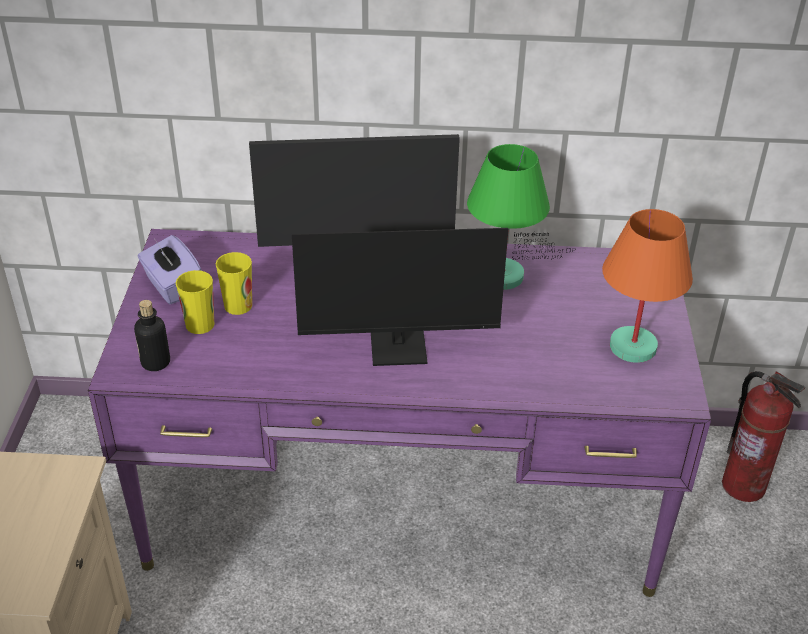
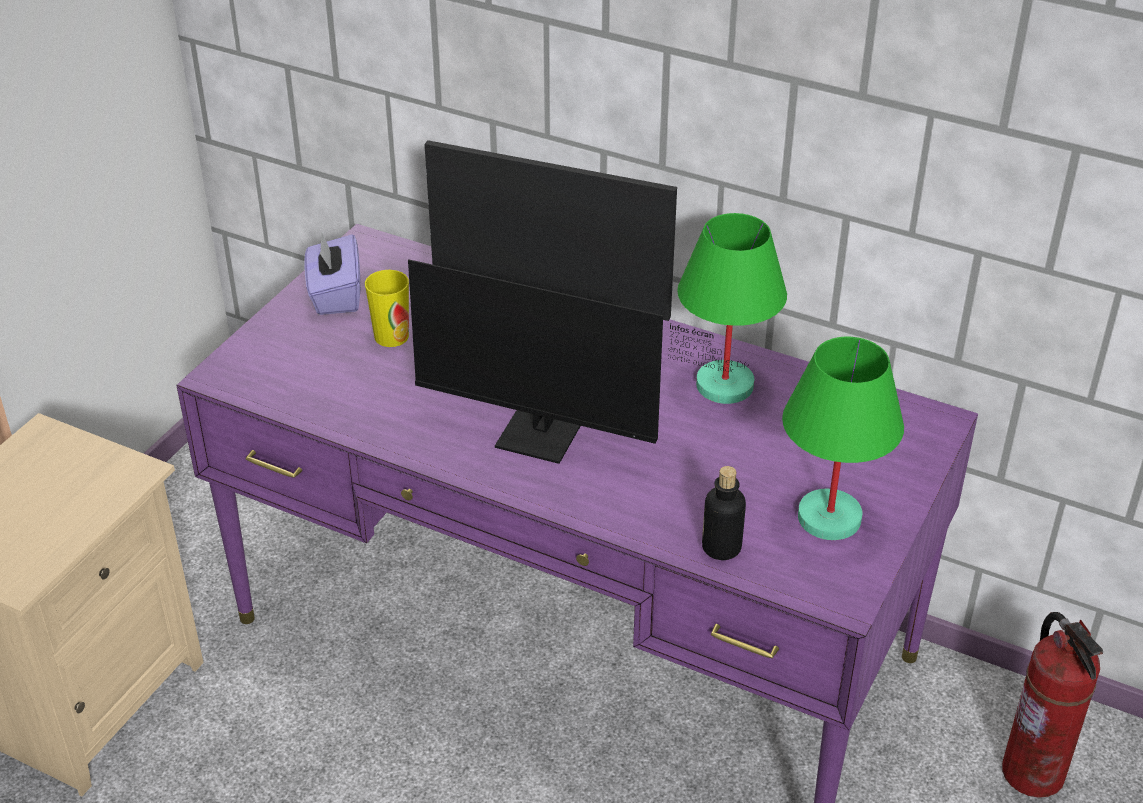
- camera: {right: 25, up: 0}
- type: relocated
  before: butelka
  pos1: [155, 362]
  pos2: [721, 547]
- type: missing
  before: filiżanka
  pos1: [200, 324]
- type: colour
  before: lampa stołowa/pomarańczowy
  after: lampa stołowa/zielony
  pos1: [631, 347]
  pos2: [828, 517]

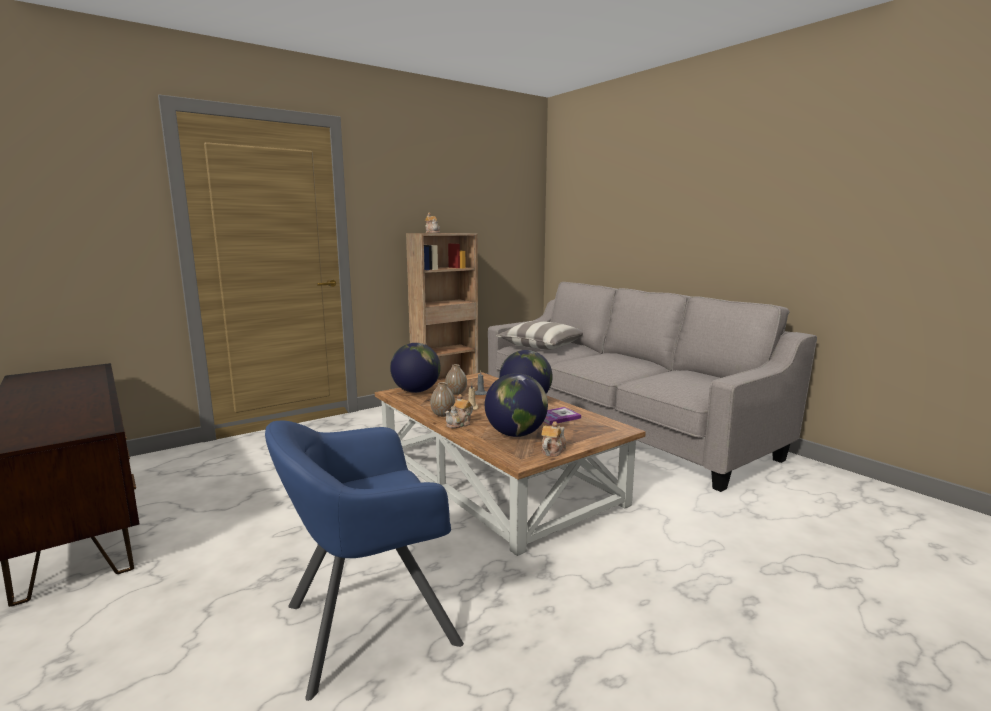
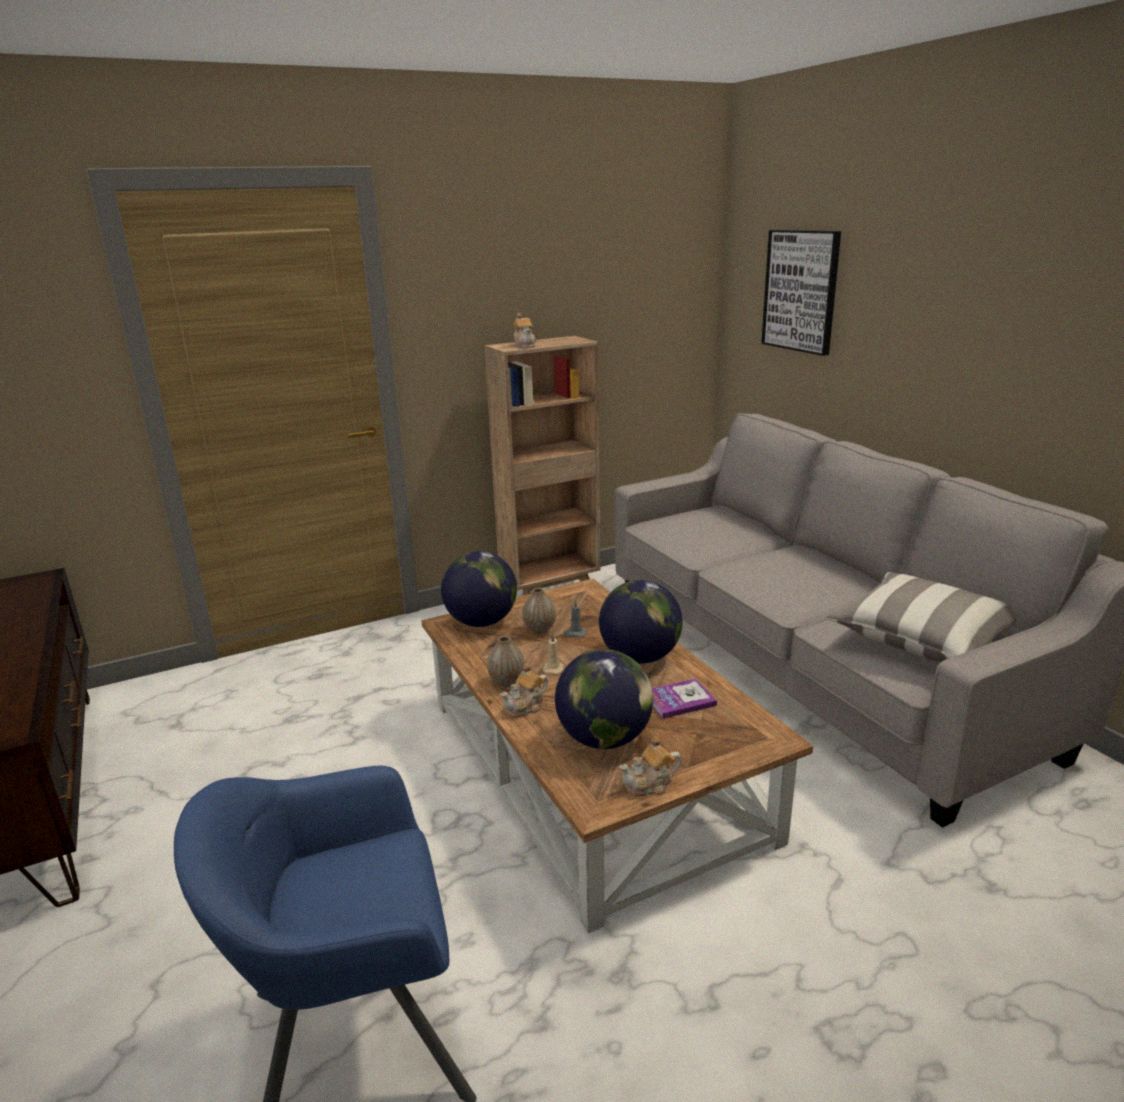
- camera: {right: 10, up: 10}
- type: relocated
  before: poduszka
  pos1: [541, 346]
  pos2: [923, 639]
- type: spun
  before: imbryk
  pos1: [552, 451]
  pos2: [650, 785]
  turn: -150
- type: appeared
  after: obraz
  pos2: [801, 291]

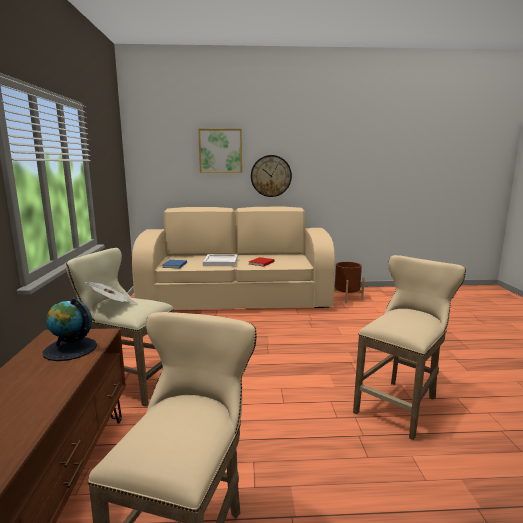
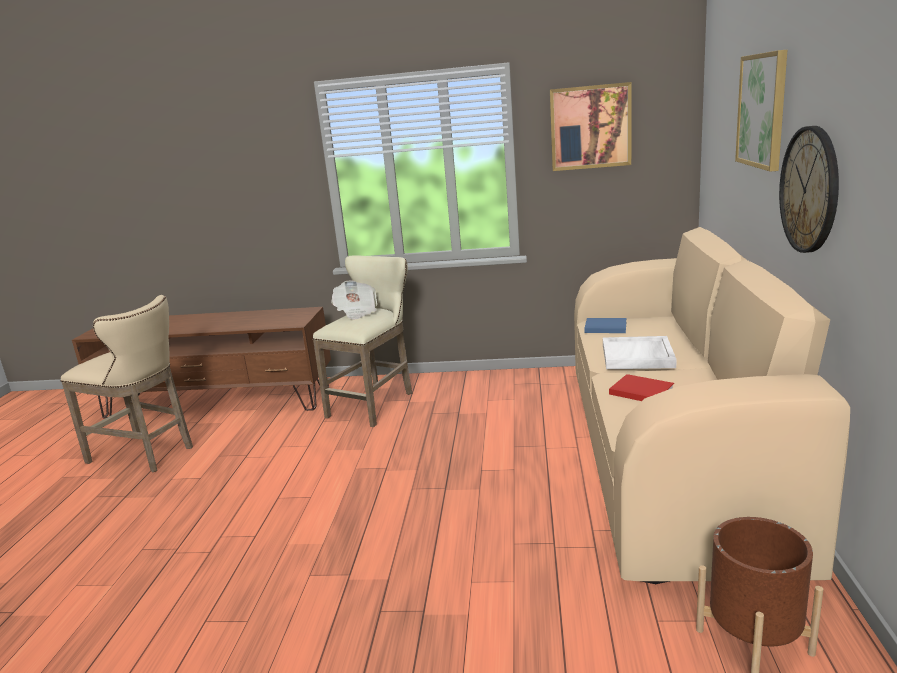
- camera: {right: 100, up: 5}
- type: missing
  before: globus
  pos1: [70, 349]
- type: missing
  before: stołek/beżowy
  pos1: [401, 404]
- type: appeared
  after: obraz
  pos2: [590, 127]

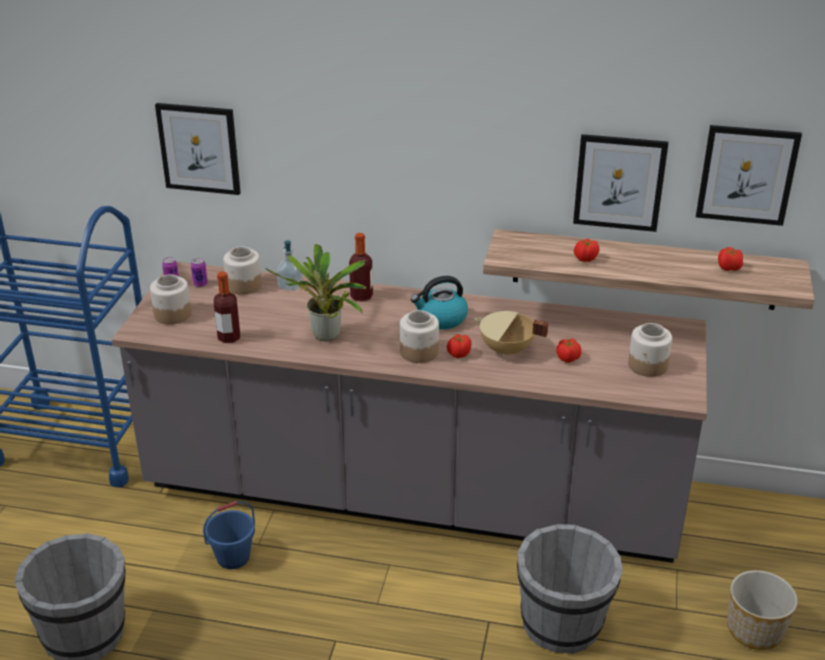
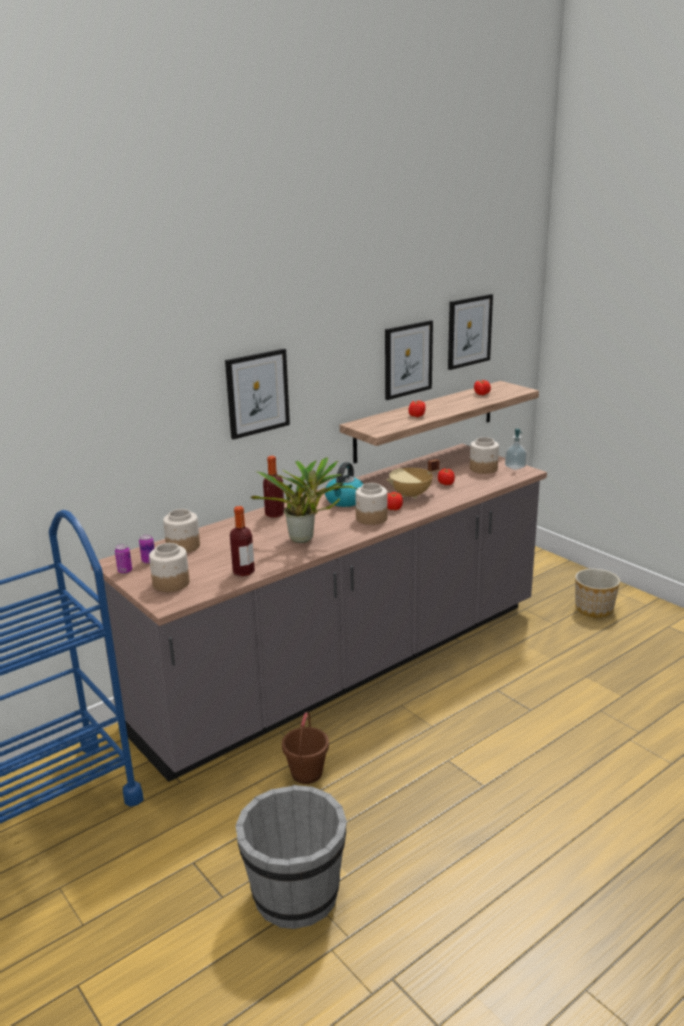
- camera: {right: -50, up: -10}
- type: relocated
  before: obraz
  pos1: [199, 148]
  pos2: [257, 393]
- type: colour
  before: wiadro/niebieski
  after: wiadro/brązowy
  pos1: [233, 557]
  pos2: [306, 773]
- type: relocated
  before: dozownik mydła
  pos1: [290, 286]
  pos2: [515, 467]
- type: missing
  before: wiadro/szary
  pos1: [562, 624]

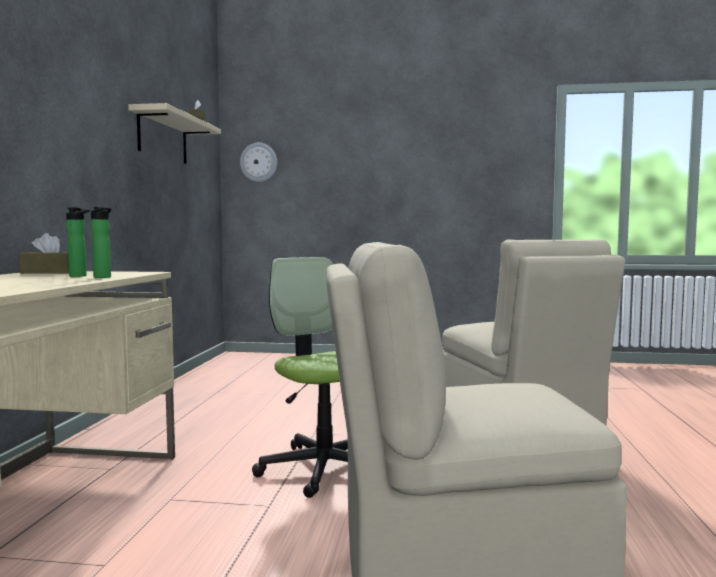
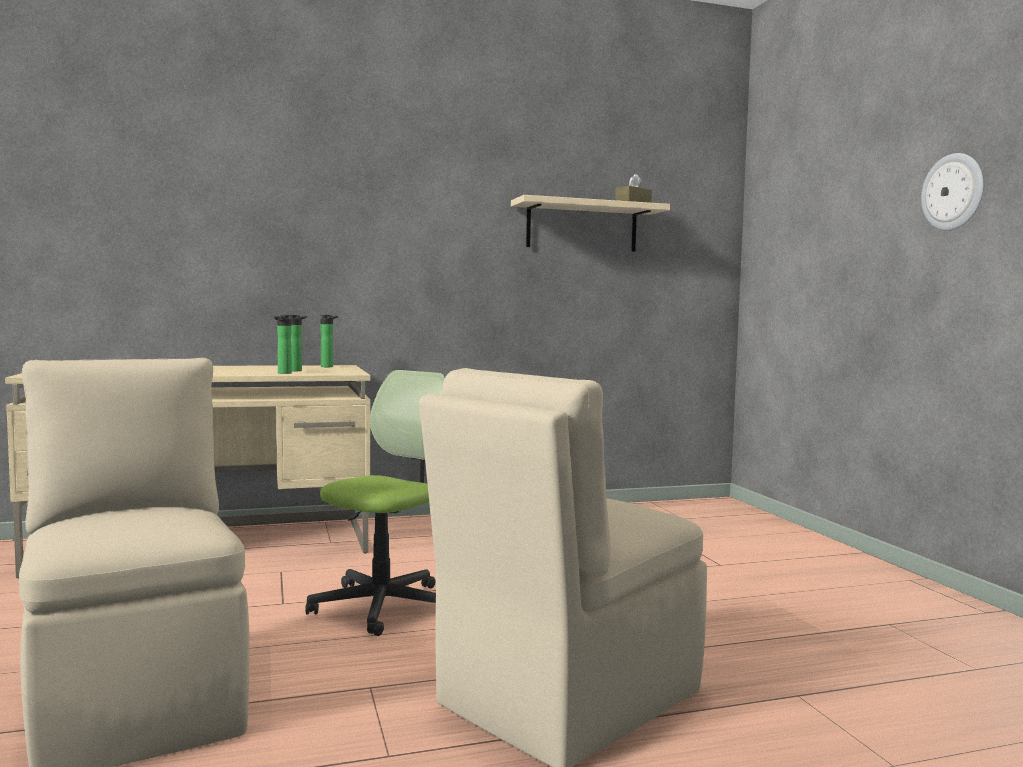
- camera: {right: 65, up: 0}
- type: exchanged
  before: pudełko chusteczek/brązowy
  after: butelka
  pos1: [49, 272]
  pos2: [329, 367]
- type: relocated
  before: zegar ścienny
  pos1: [259, 162]
  pos2: [953, 192]

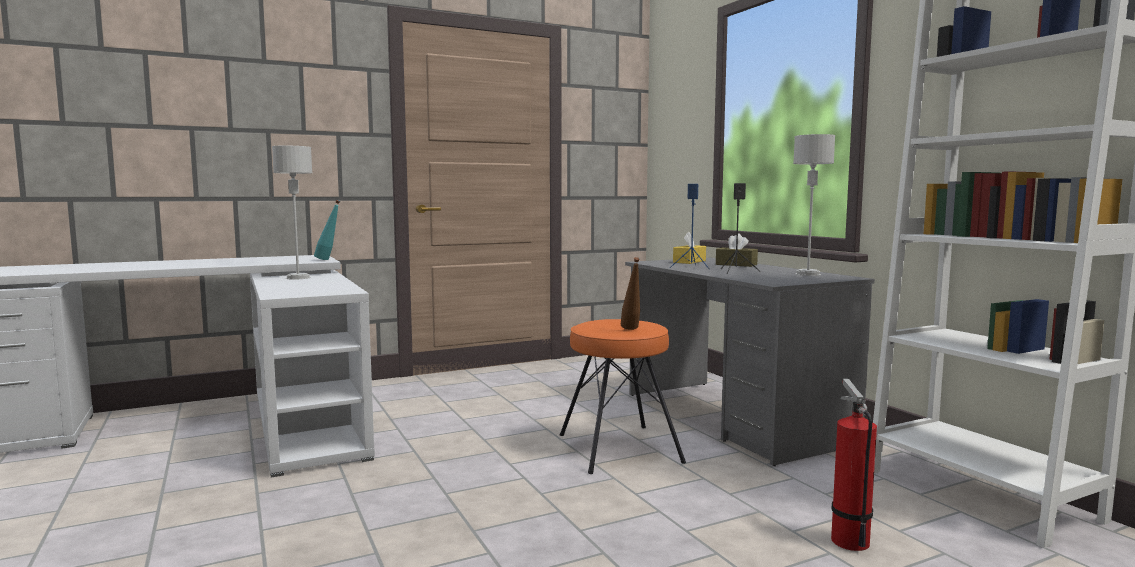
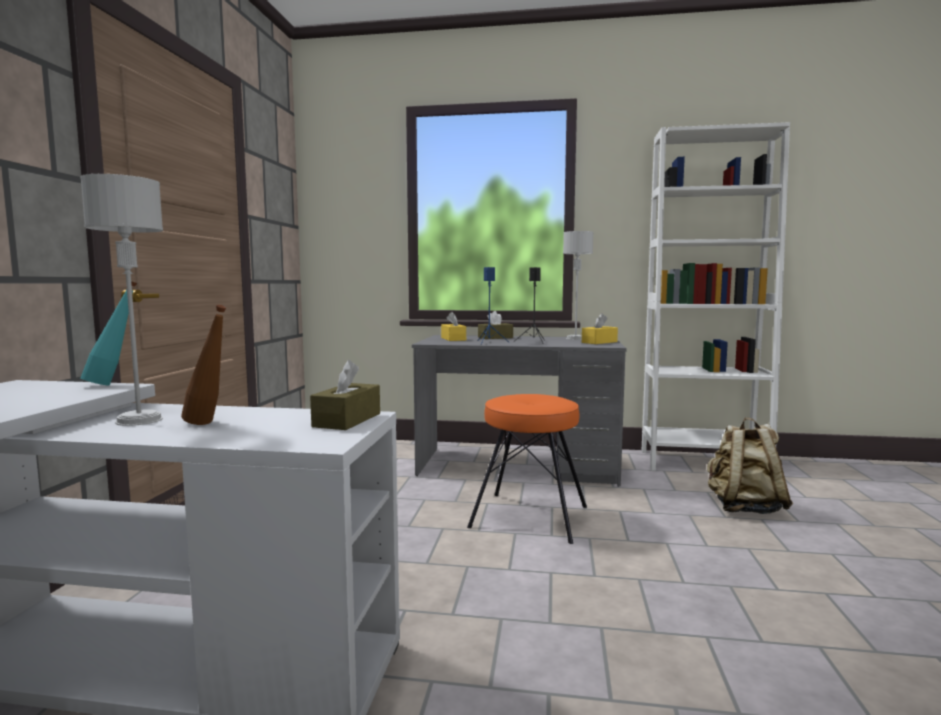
- camera: {right: -55, up: 0}
- type: relocated
  before: butelka/brązowy
  pos1: [631, 330]
  pos2: [209, 424]
- type: exchanged
  before: gaśnica
  after: plecak/beżowy
  pos1: [848, 539]
  pos2: [744, 508]
- type: appeared
  after: pudełko chusteczek/brązowy
  pos2: [347, 420]
- type: appeared
  after: pudełko chusteczek/żółty
  pos2: [599, 342]

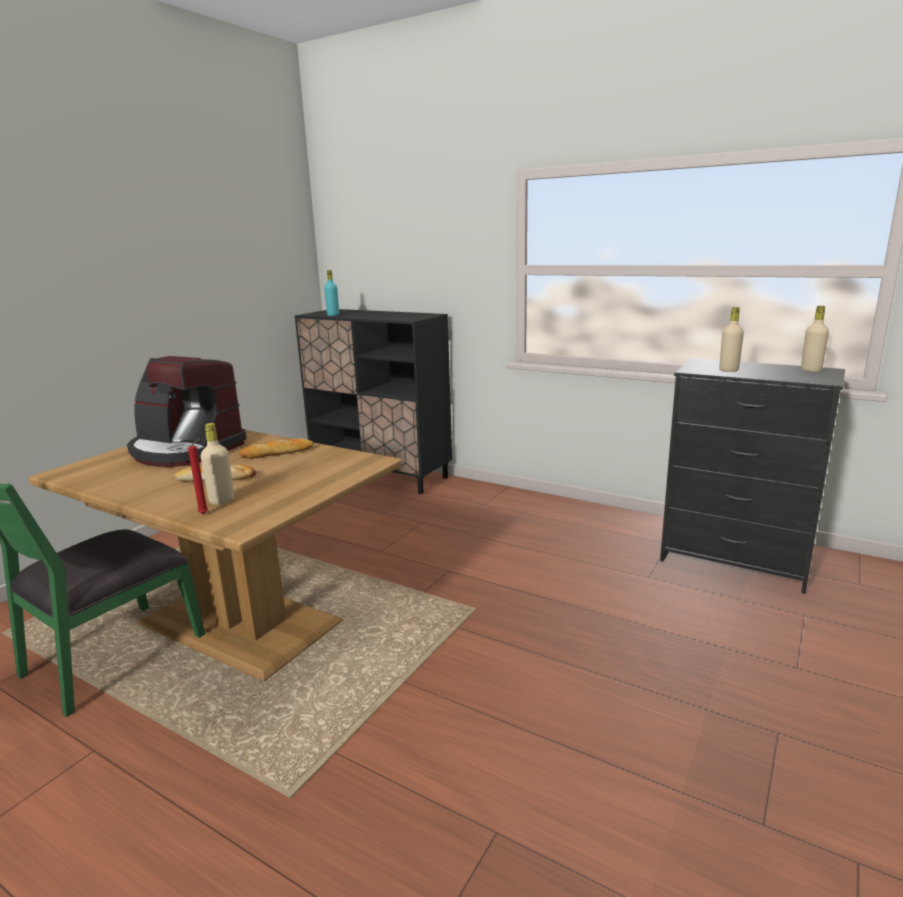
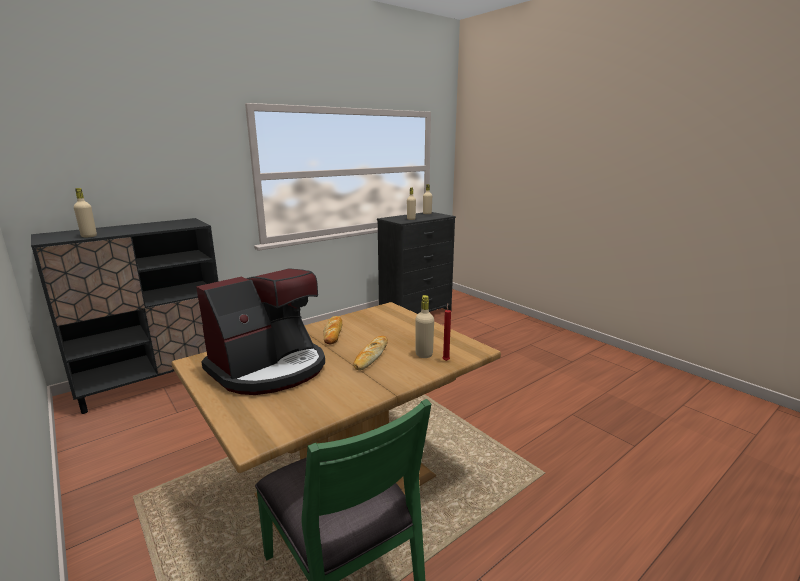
- camera: {right: -70, up: 0}
- type: colour
  before: butelka/turkusowy
  after: butelka/beżowy
  pos1: [333, 315]
  pos2: [89, 236]

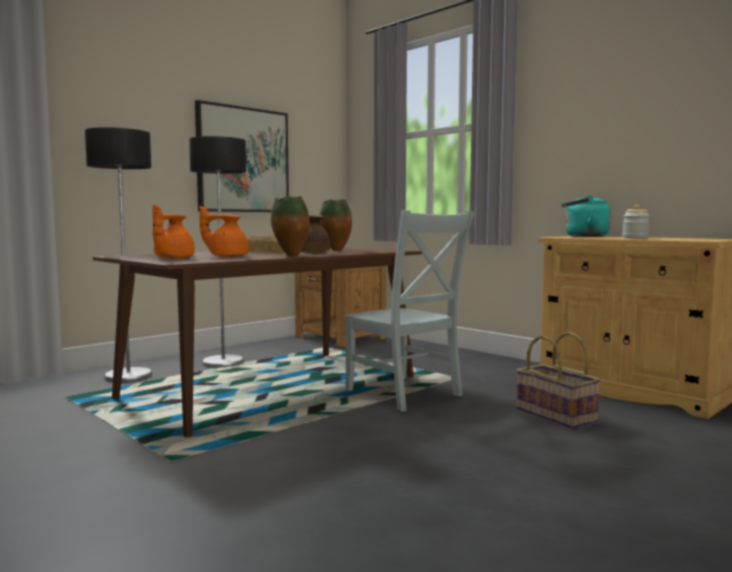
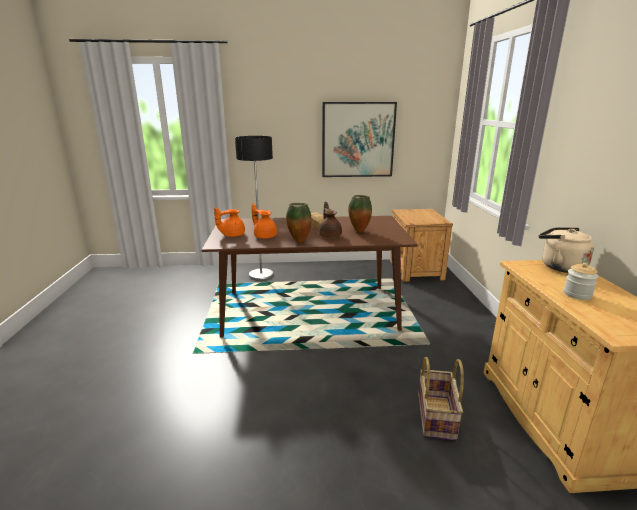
- camera: {right: 40, up: 15}
- type: missing
  before: lampa stojąca
  pos1: [223, 362]
- type: missing
  before: krzesło/szary
  pos1: [405, 394]
- type: colour
  before: czajnik/turkusowy
  after: czajnik/beżowy
  pos1: [583, 236]
  pos2: [559, 266]

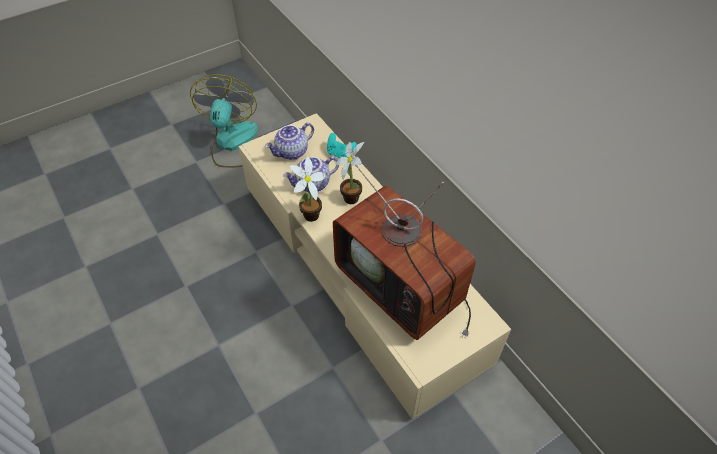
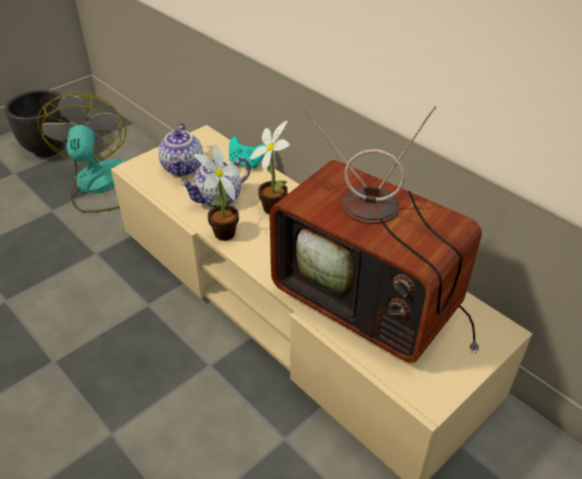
- camera: {right: -10, up: -10}
- type: spun
  before: imbryk
  pos1: [292, 152]
  pos2: [184, 168]
  turn: -45
- type: appeared
  after: donica/czarny
  pos2: [48, 149]

